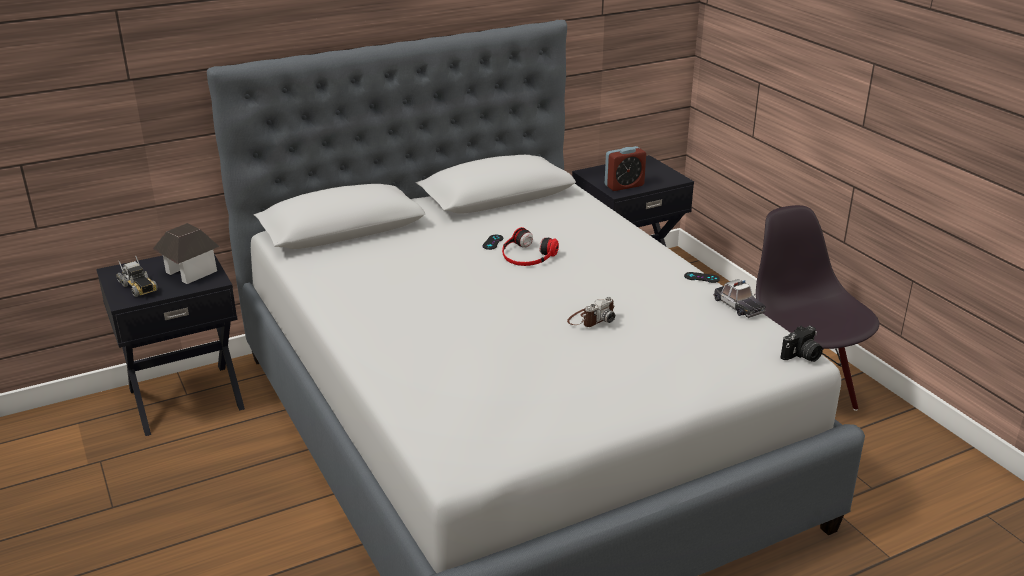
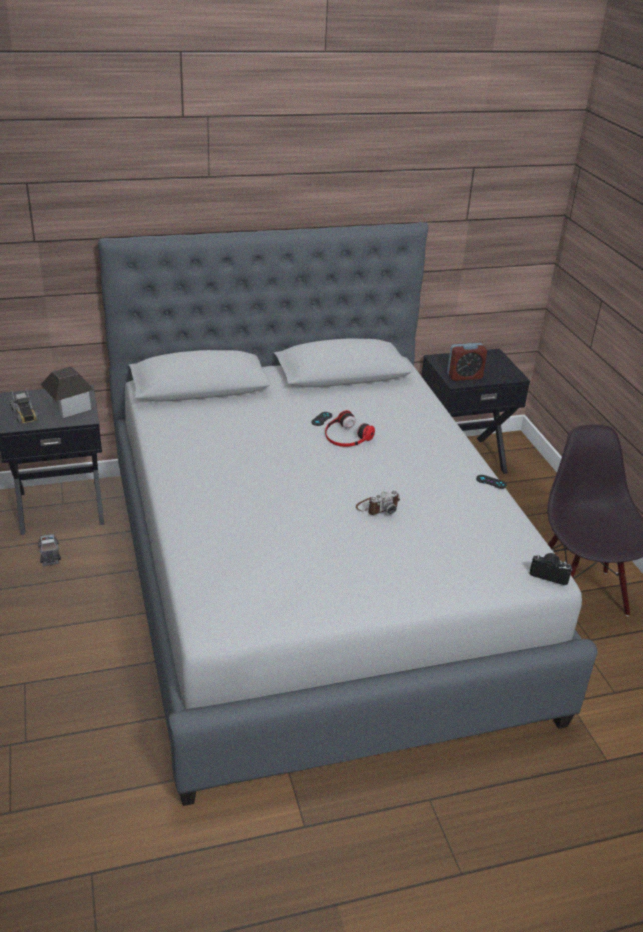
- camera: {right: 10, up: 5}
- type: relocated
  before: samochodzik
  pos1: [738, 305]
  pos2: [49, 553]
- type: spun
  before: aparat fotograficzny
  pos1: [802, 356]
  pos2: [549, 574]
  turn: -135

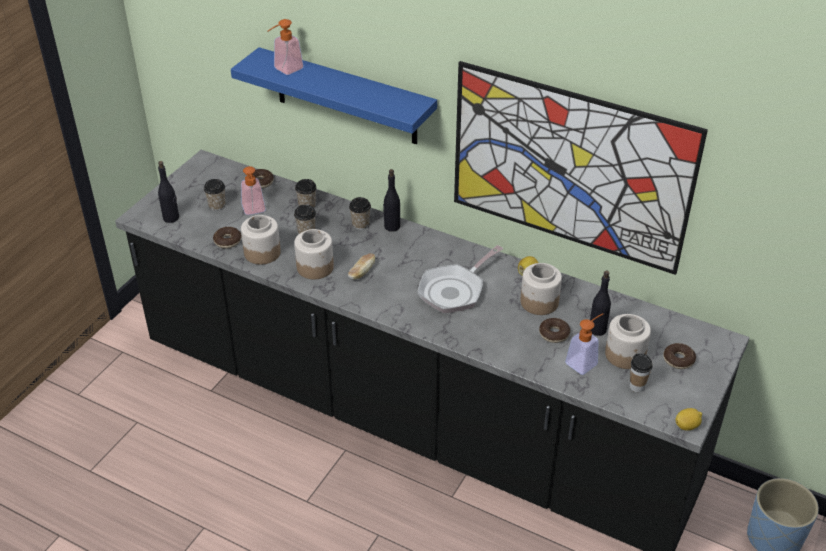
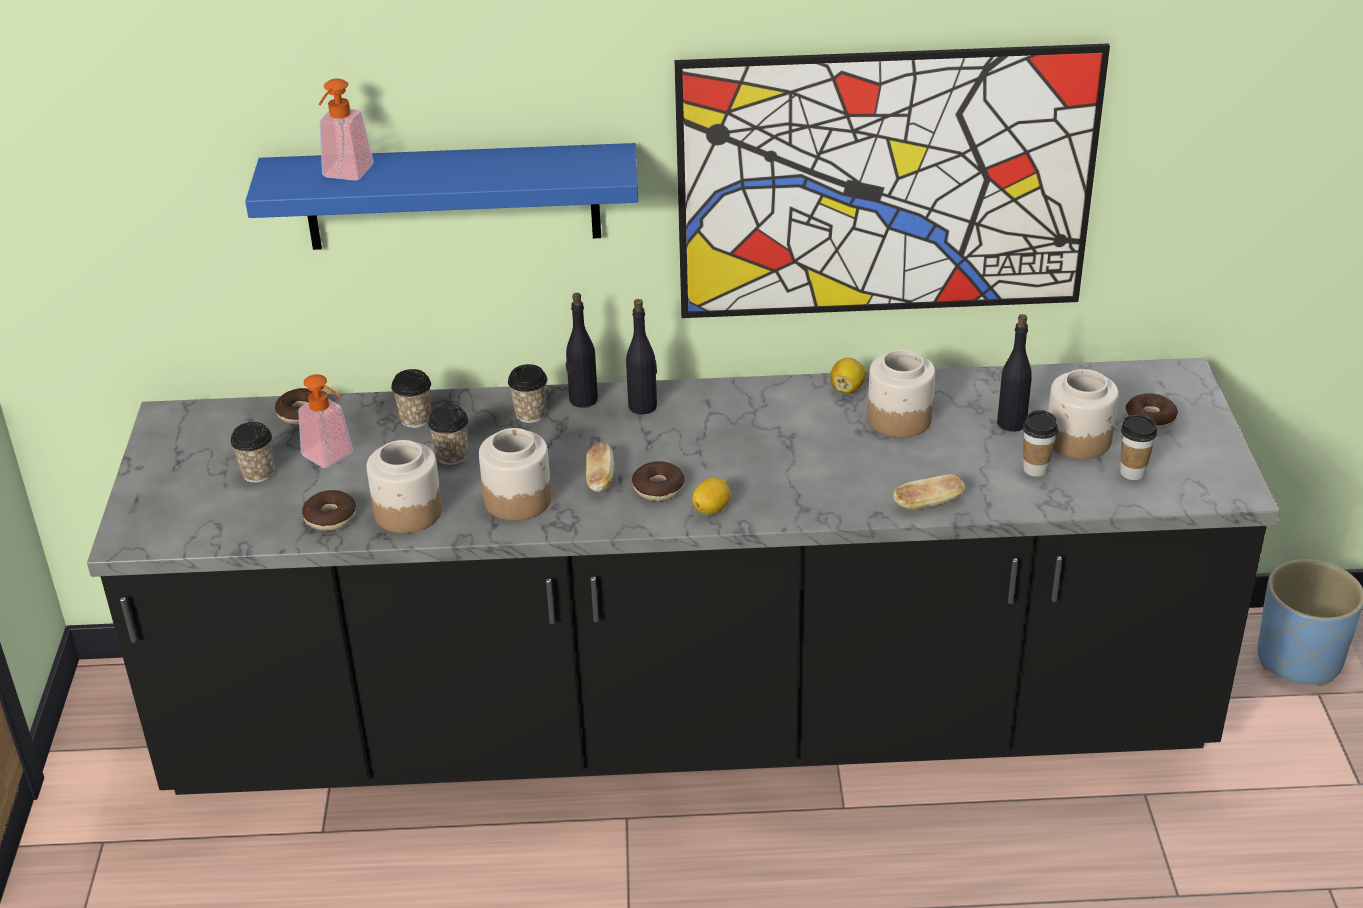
- camera: {right: -30, up: -5}
- type: relocated
  before: butelka/czarny
  pos1: [171, 218]
  pos2: [643, 406]
- type: missing
  before: patelnia
  pos1: [454, 290]
- type: relocated
  before: donut
  pos1: [554, 334]
  pos2: [658, 488]
- type: exchanged
  before: dozownik mydła
  after: filiżanka
  pos1: [584, 361]
  pos2: [1035, 469]
- type: relocated
  before: cytryna
  pos1: [687, 426]
  pos2: [711, 509]
- type: appeared
  after: chleb
  pos2: [928, 504]

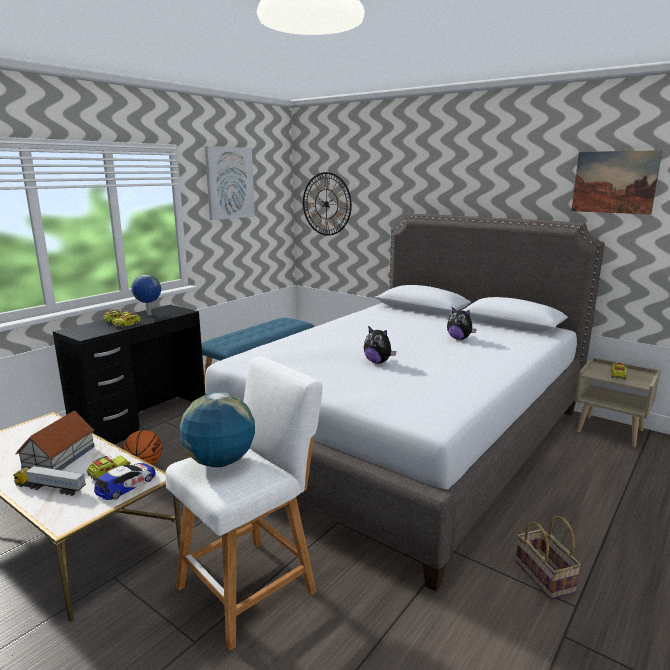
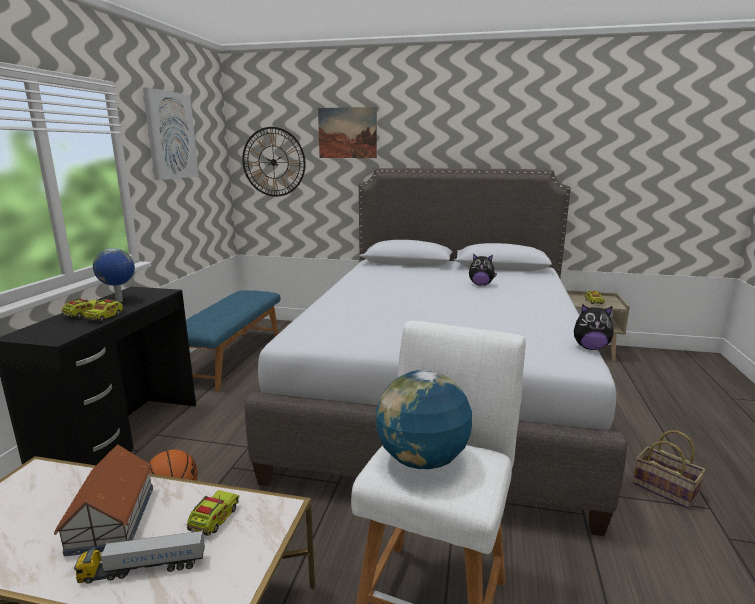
- camera: {right: -25, up: 0}
- type: missing
  before: samochodzik
  pos1: [126, 485]
- type: relocated
  before: pluszak
  pos1: [378, 362]
  pos2: [590, 348]
- type: relocated
  before: obraz
  pos1: [614, 182]
  pos2: [347, 133]

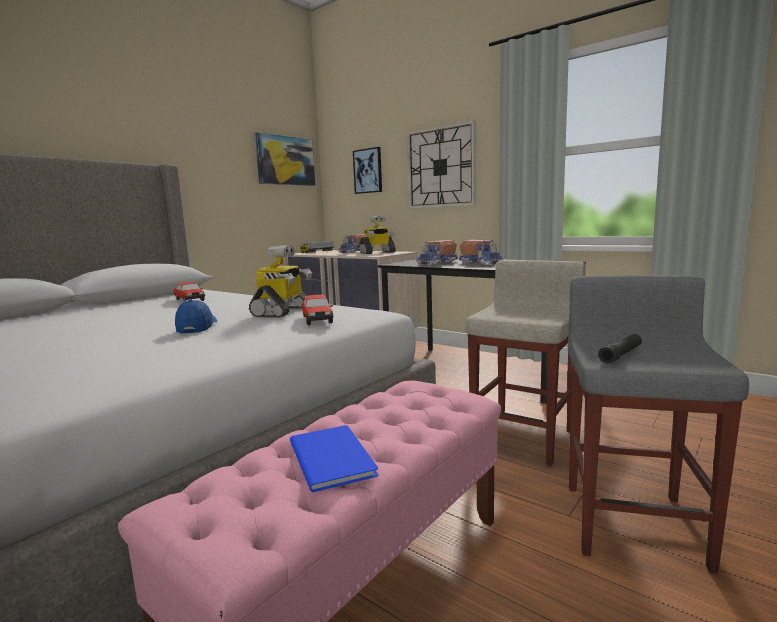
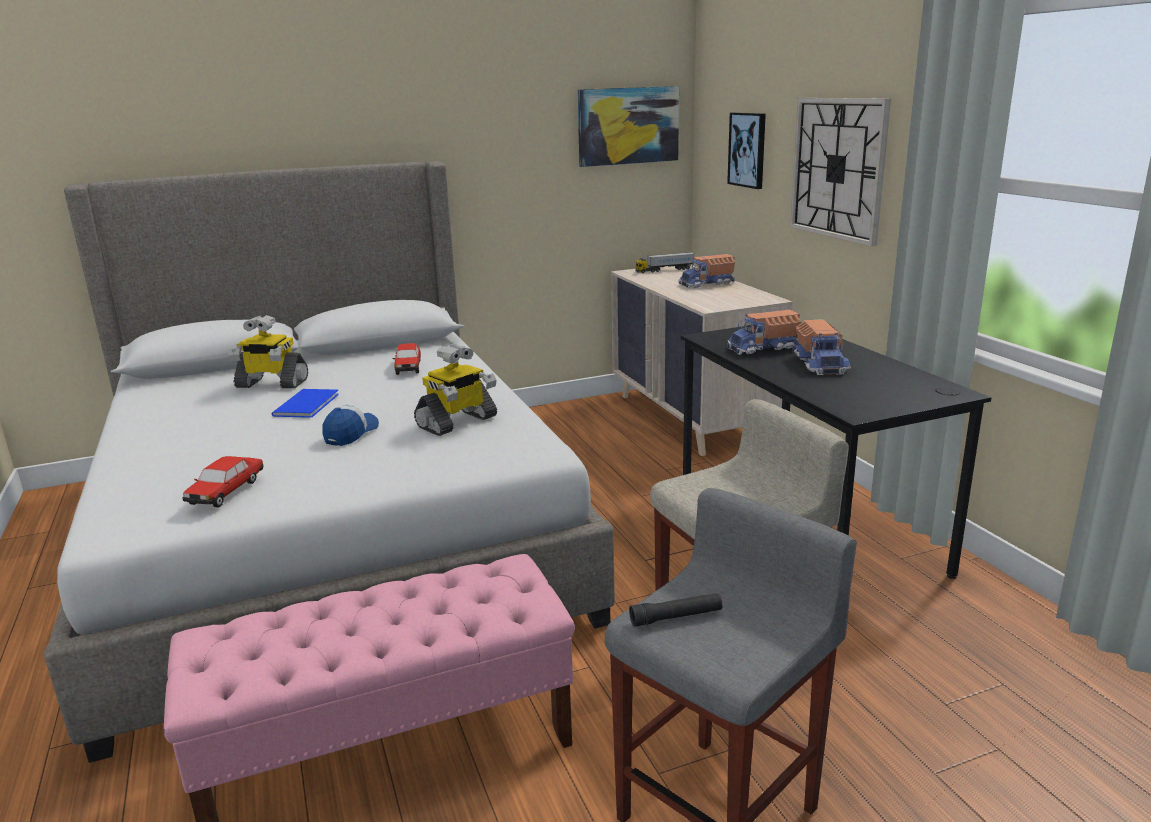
- camera: {right: 30, up: 10}
- type: relocated
  before: książka/niebieski
  pos1: [333, 456]
  pos2: [309, 404]
- type: relocated
  before: samochodzik
  pos1: [317, 319]
  pos2: [226, 491]
- type: relocated
  before: robot zabawkowy
  pos1: [377, 252]
  pos2: [271, 384]

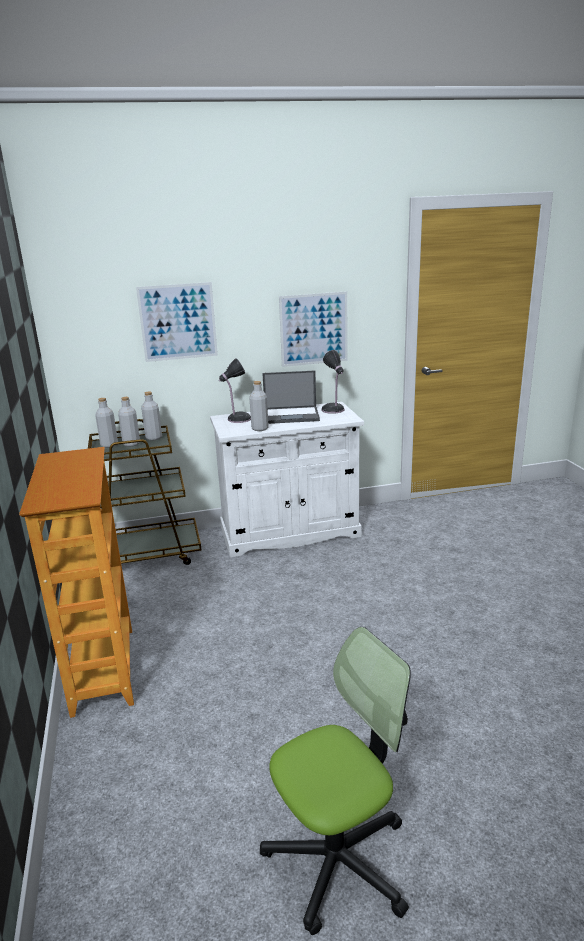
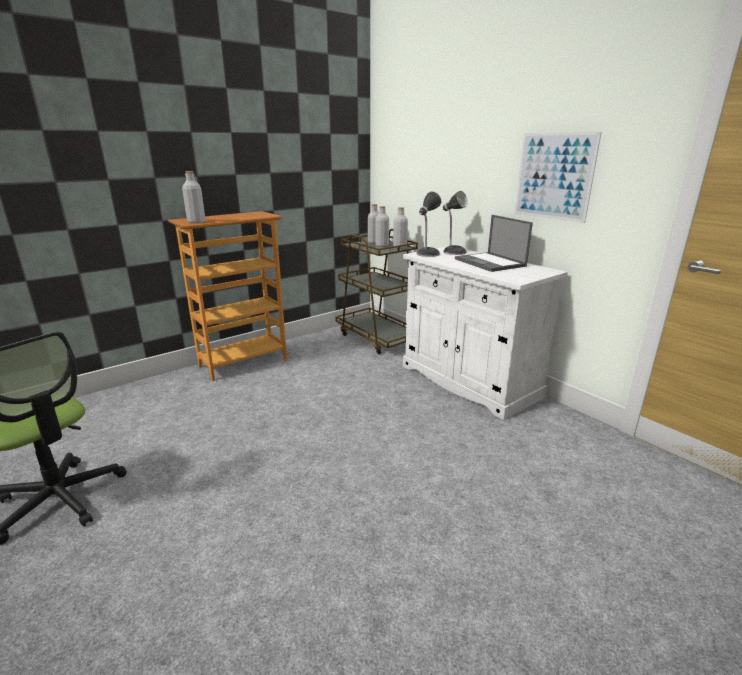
- camera: {right: 65, up: 0}
- type: missing
  before: obraz
  pos1: [178, 322]
- type: relocated
  before: butelka/szary
  pos1: [260, 428]
  pos2: [196, 222]
- type: relocated
  before: lampa stołowa
  pos1: [333, 410]
  pos2: [426, 254]

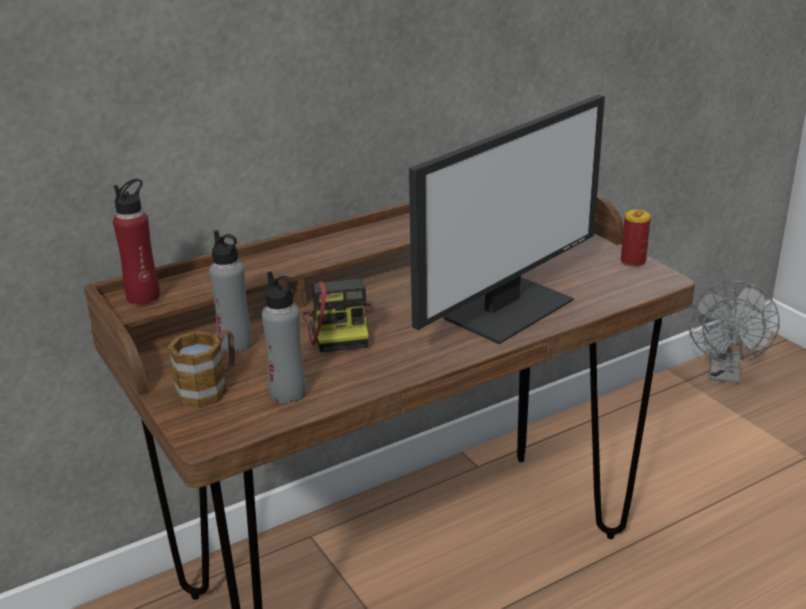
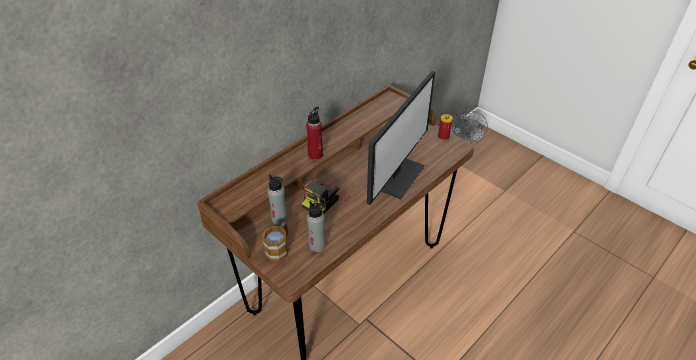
- camera: {right: -15, up: 15}
- type: relocated
  before: butelka/czerwony
  pos1: [143, 297]
  pos2: [315, 154]
- type: spun
  before: aparat fotograficzny
  pos1: [340, 328]
  pos2: [325, 200]
  turn: 60

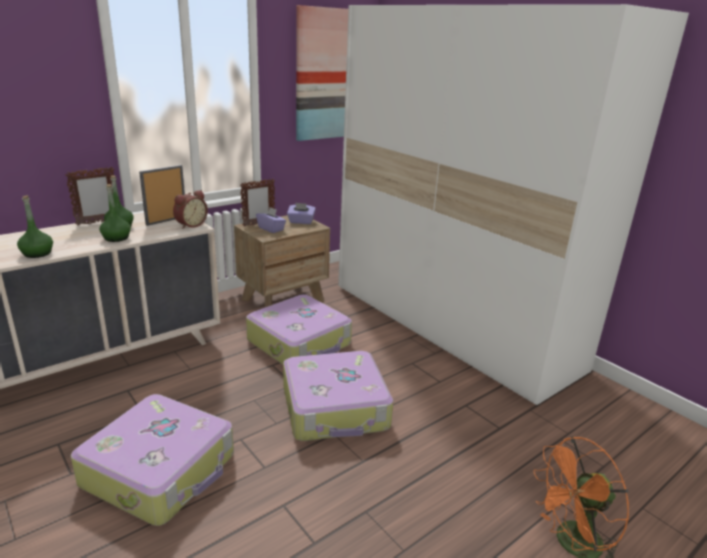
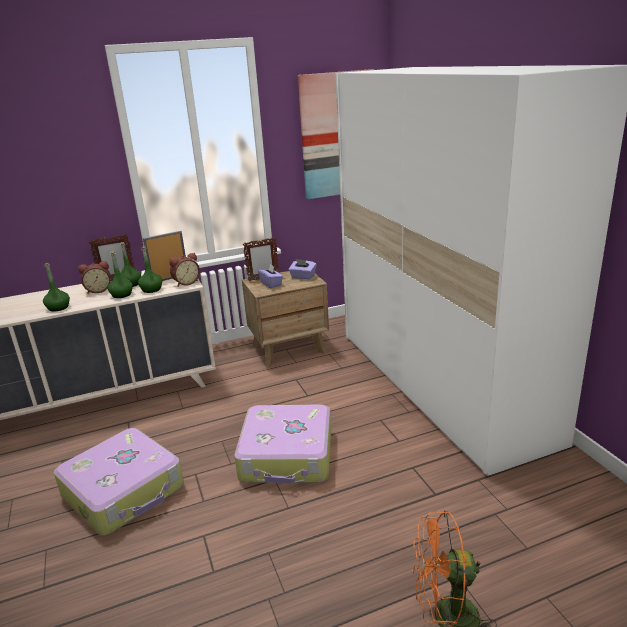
- camera: {right: 20, up: 0}
- type: missing
  before: walizka
  pos1: [300, 343]
- type: appeared
  after: budzik
  pos2: [99, 290]
- type: appeared
  after: butelka/zielony
  pos2: [152, 289]

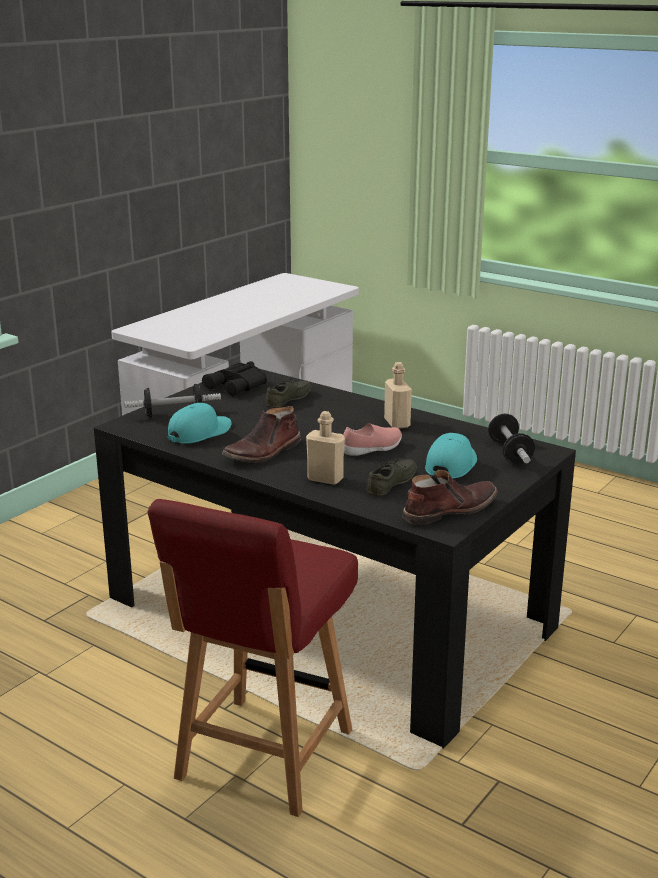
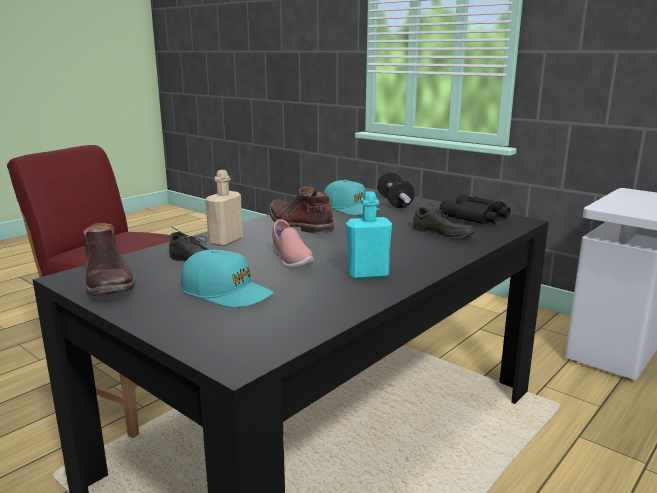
- camera: {right: 95, up: -5}
- type: colour
  before: butelka/beżowy
  after: butelka/turkusowy
  pos1: [397, 423]
  pos2: [367, 274]
- type: missing
  before: hantel
  pos1: [509, 453]

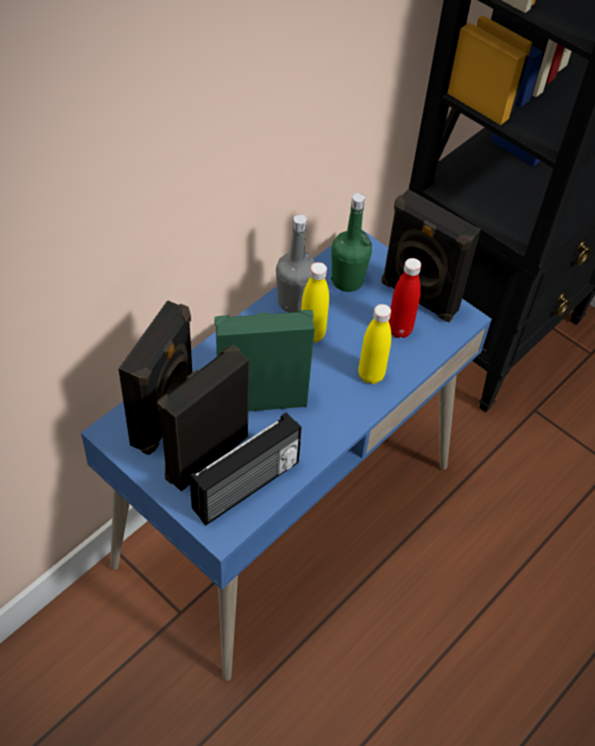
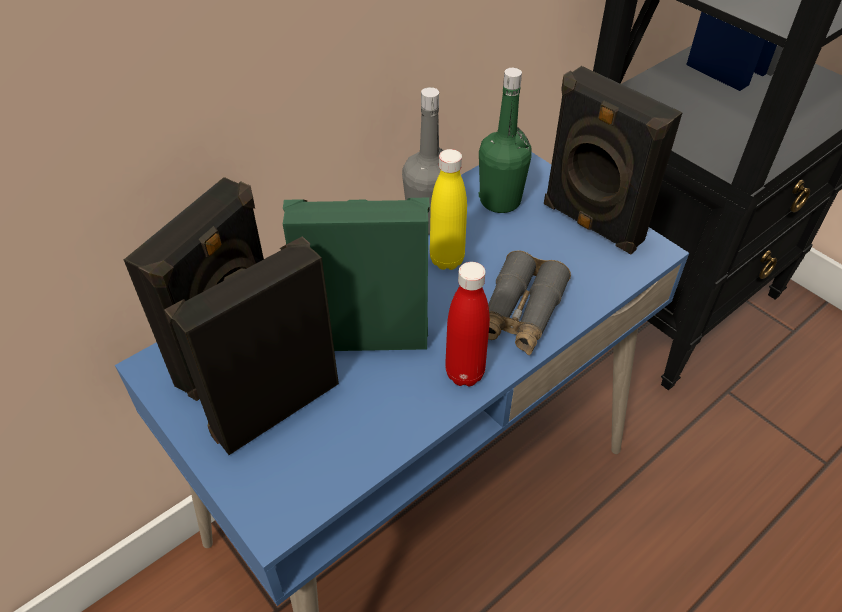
- camera: {right: 10, up: -5}
- type: missing
  before: radio
  pos1: [247, 487]
- type: exchanged
  before: butelka/żółty
  after: lornetka/szary
  pos1: [371, 375]
  pos2: [520, 314]
- type: relocated
  before: butelka/czerwony
  pos1: [399, 330]
  pos2: [464, 373]

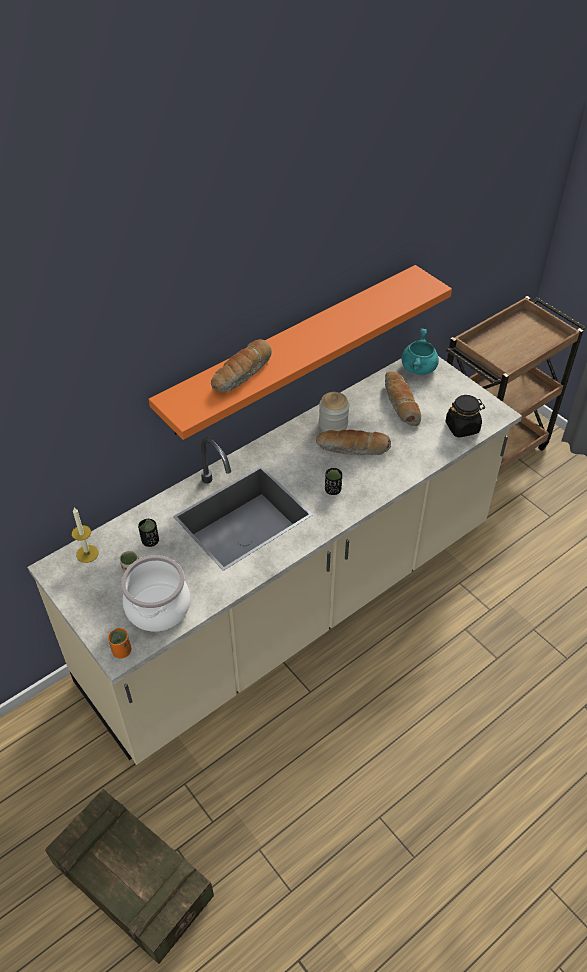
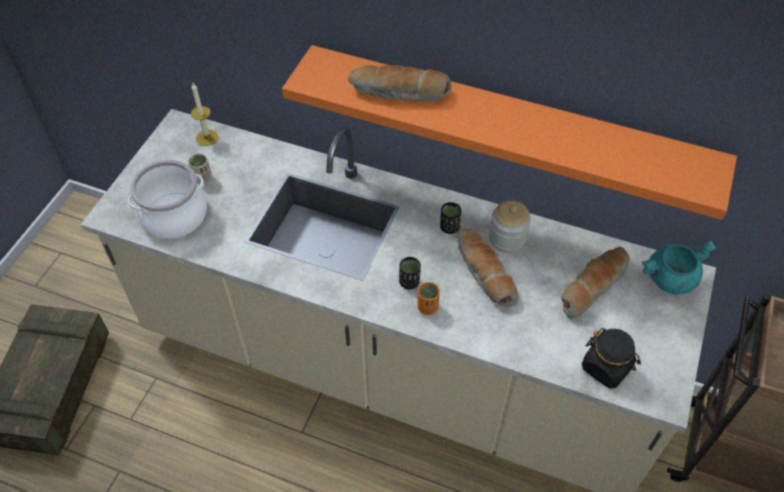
- camera: {right: 60, up: 5}
- type: relocated
  before: filiżanka/pomarańczowy
  pos1: [122, 651]
  pos2: [427, 307]
- type: relocated
  before: filiżanka/czarny
  pos1: [150, 541]
  pos2: [449, 227]

